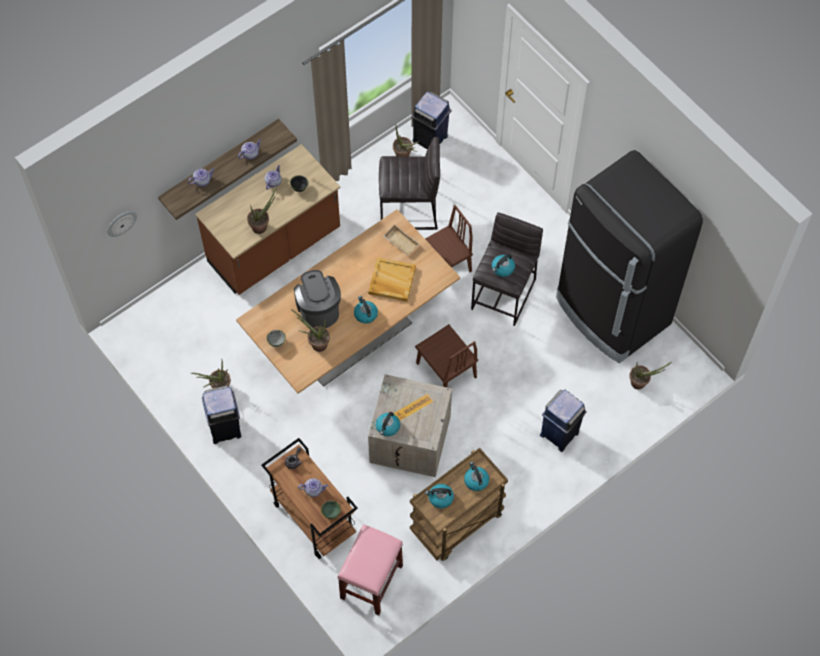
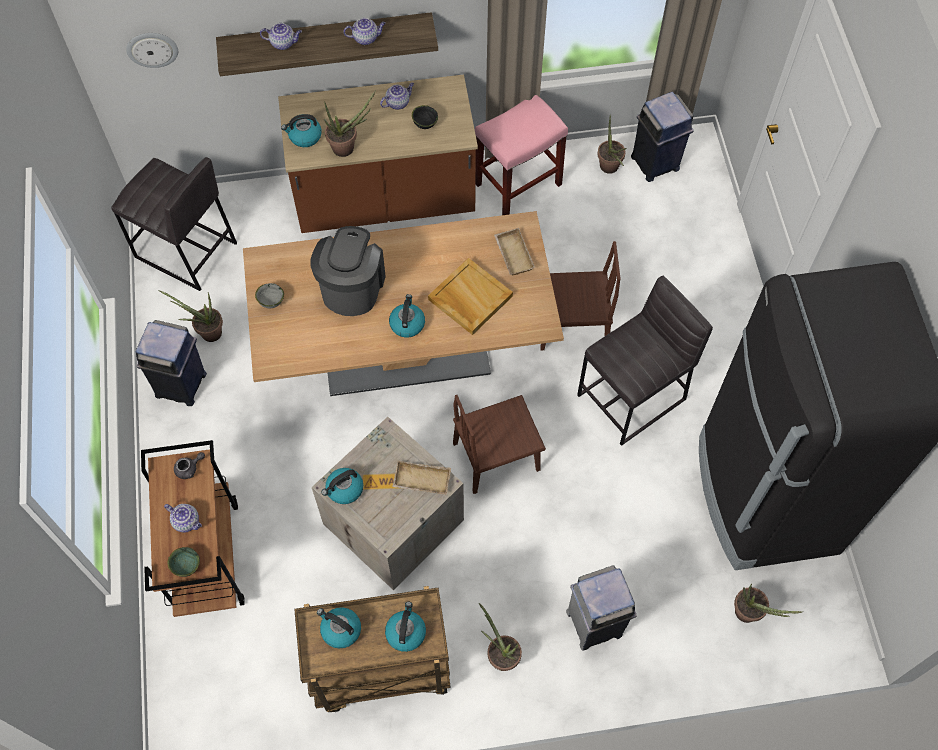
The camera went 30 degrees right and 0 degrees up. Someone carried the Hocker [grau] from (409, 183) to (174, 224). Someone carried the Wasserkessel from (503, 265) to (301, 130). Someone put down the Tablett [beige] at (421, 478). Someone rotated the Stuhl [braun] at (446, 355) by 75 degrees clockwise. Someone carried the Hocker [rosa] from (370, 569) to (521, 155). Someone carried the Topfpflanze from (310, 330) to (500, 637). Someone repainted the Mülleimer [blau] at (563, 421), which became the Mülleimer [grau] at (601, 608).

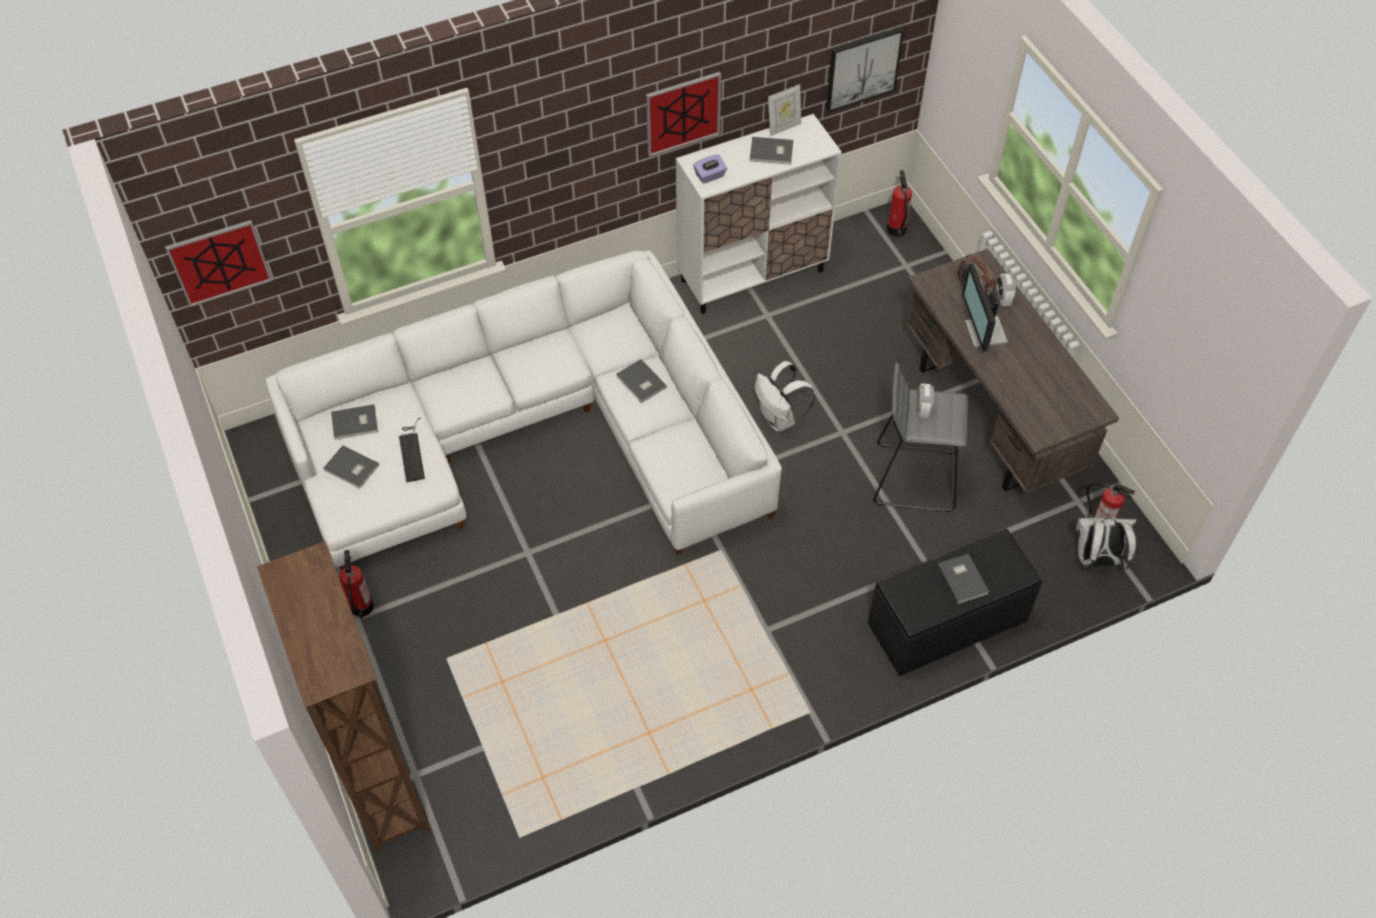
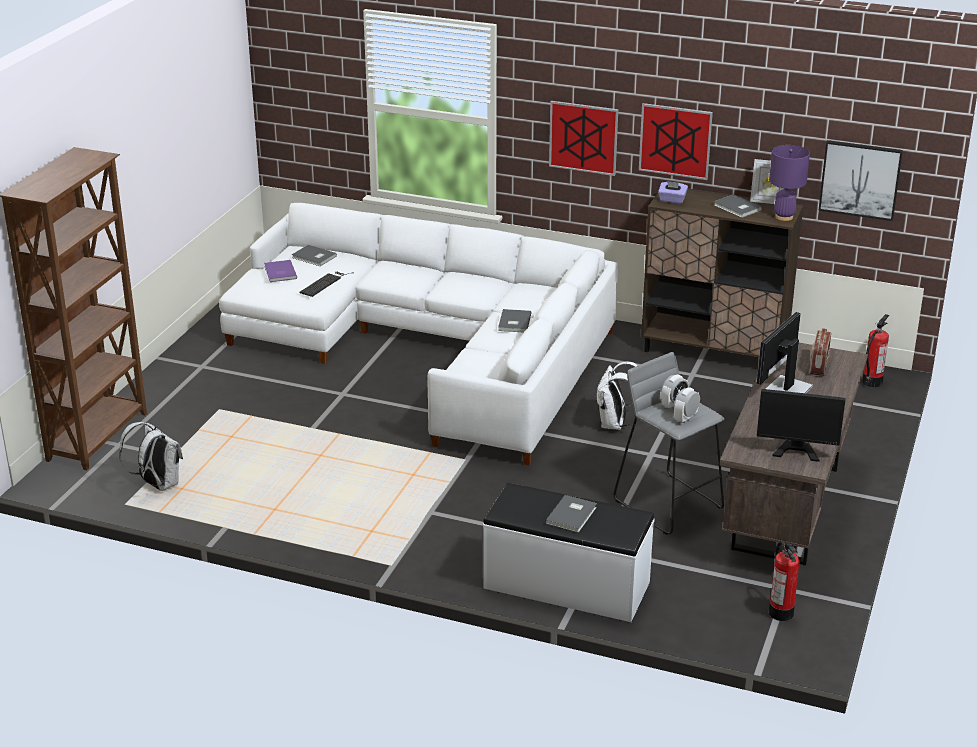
The camera went 45 degrees right and 25 degrees down. Someone carried the Rucksack [weiß] from (1106, 544) to (151, 456). Someone repainted the Buch [grau] at (351, 467), which became the Buch [lila] at (280, 271). Someone repainted the Bank [schwarz] at (955, 602), which became the Bank [weiß] at (569, 552). Someone carried the Bild from (218, 263) to (583, 138). Someone repainted the Schrank [weiß] at (759, 214), which became the Schrank [braun] at (722, 273). Someone carried the Wecker from (1006, 290) to (687, 405). Someone put down the Monitor at (801, 425). Someone put down the Tischlampe [lila] at (789, 183). Someone took away the Feuerlöscher at (356, 584).

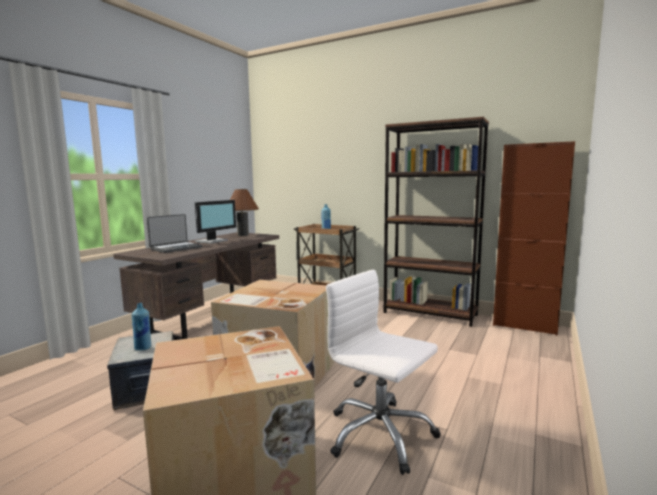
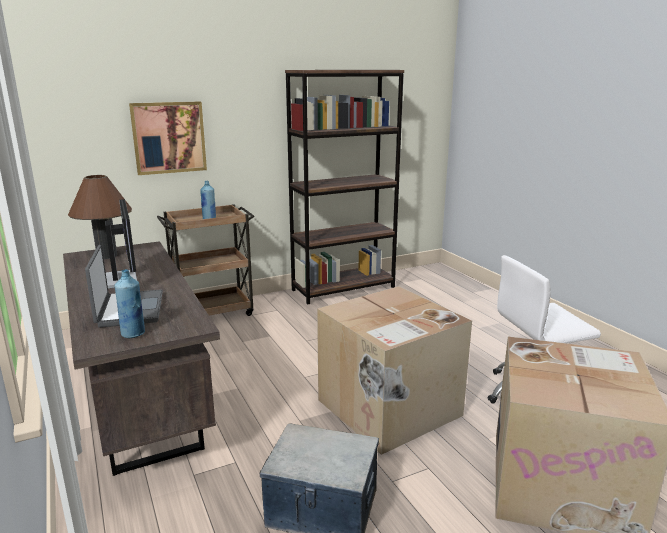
The camera went 55 degrees left and 10 degrees up. Someone carried the Flasche [blau] from (141, 327) to (130, 303). Someone put up the Bild at (168, 138). Someone took away the Schrank [braun] at (534, 238).

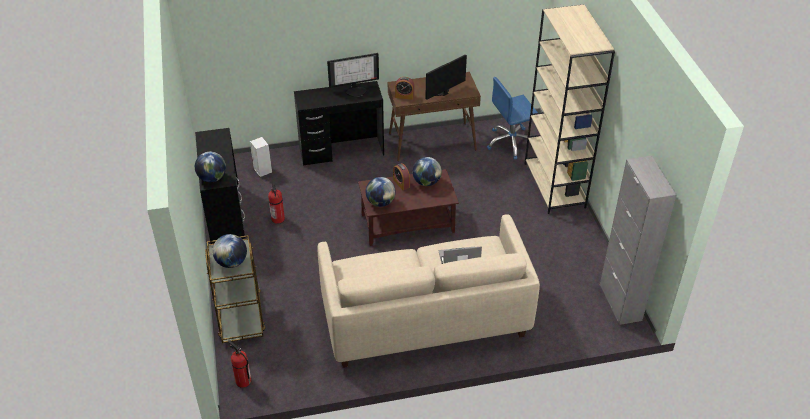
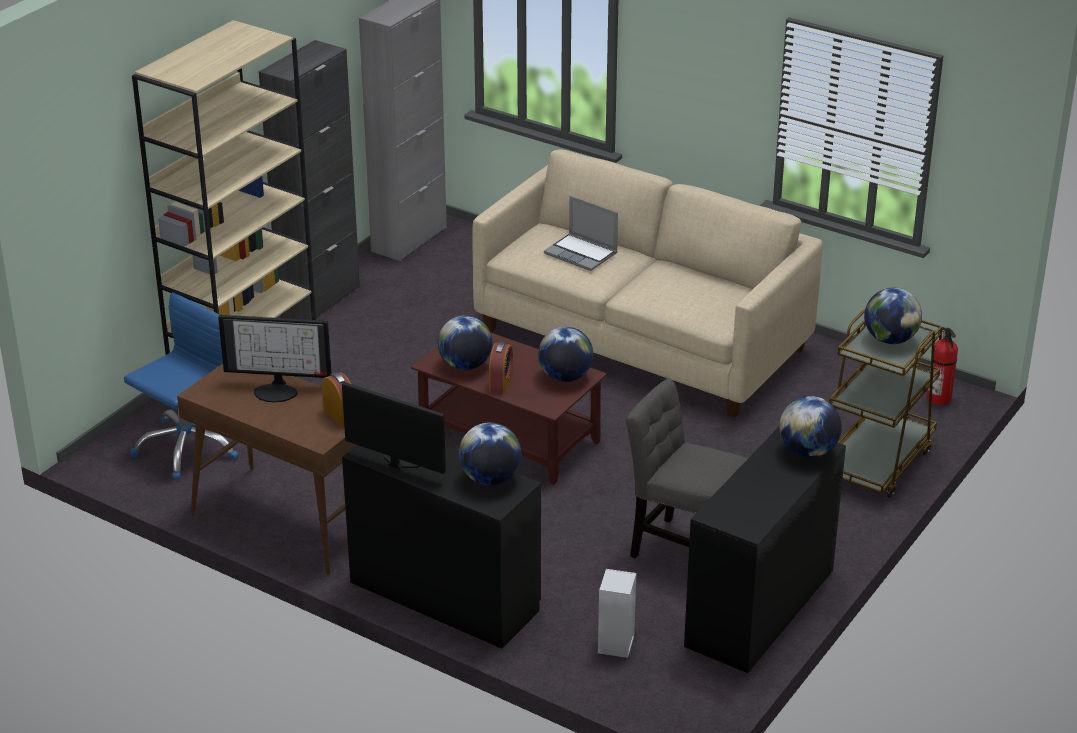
The camera went 135 degrees left and 10 degrees down. Someone rotated the Bürostuhl [blau] at (512, 118) by 75 degrees counterclockwise. Someone put down the Schrank [schwarz] at (309, 180). Someone put down the Globus at (490, 453). Someone swapped the Feuerlöscher at (276, 203) for the Stuhl [grau] at (686, 468).

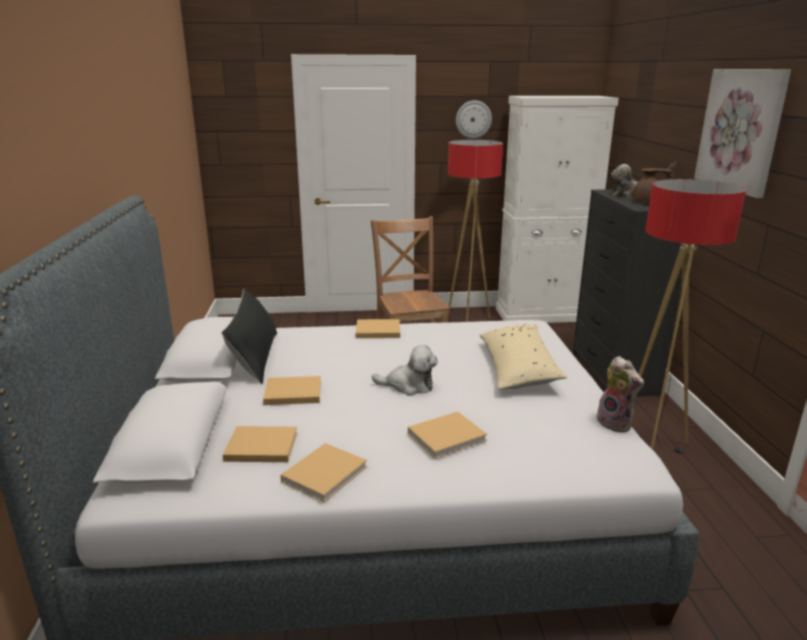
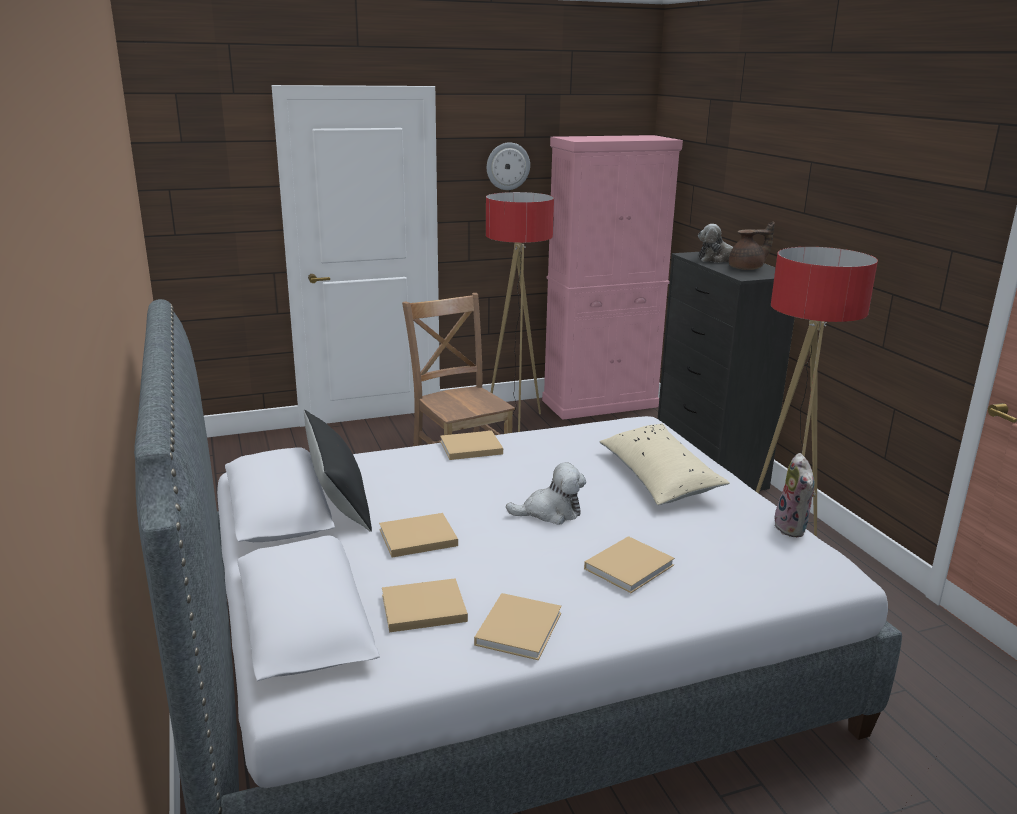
The camera went 15 degrees left and 0 degrees up. Someone repainted the Schrank [weiß] at (557, 209), which became the Schrank [rosa] at (612, 277). Someone rotated the Plüschtier at (620, 394) by 45 degrees clockwise. Someone took away the Bild at (742, 133).

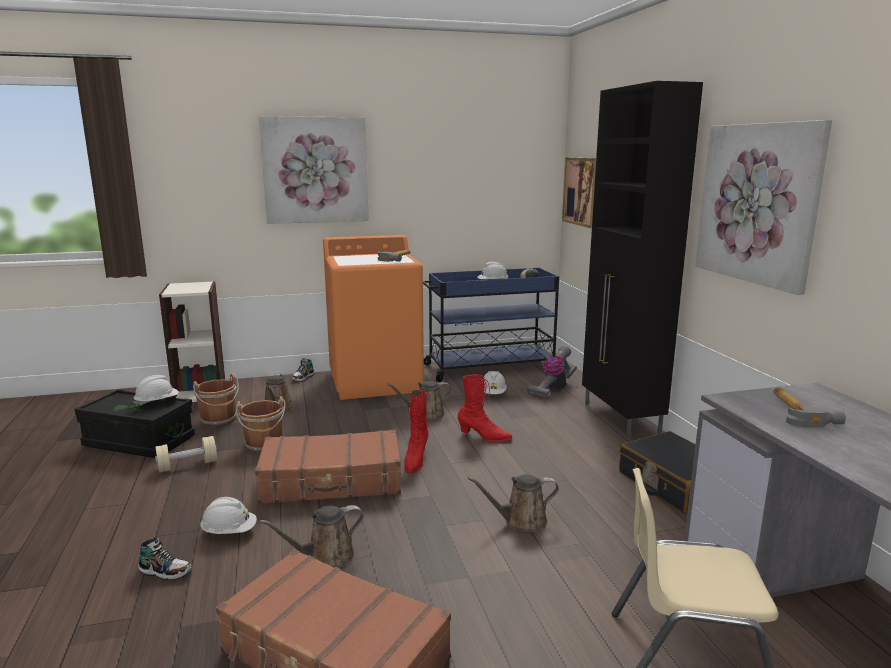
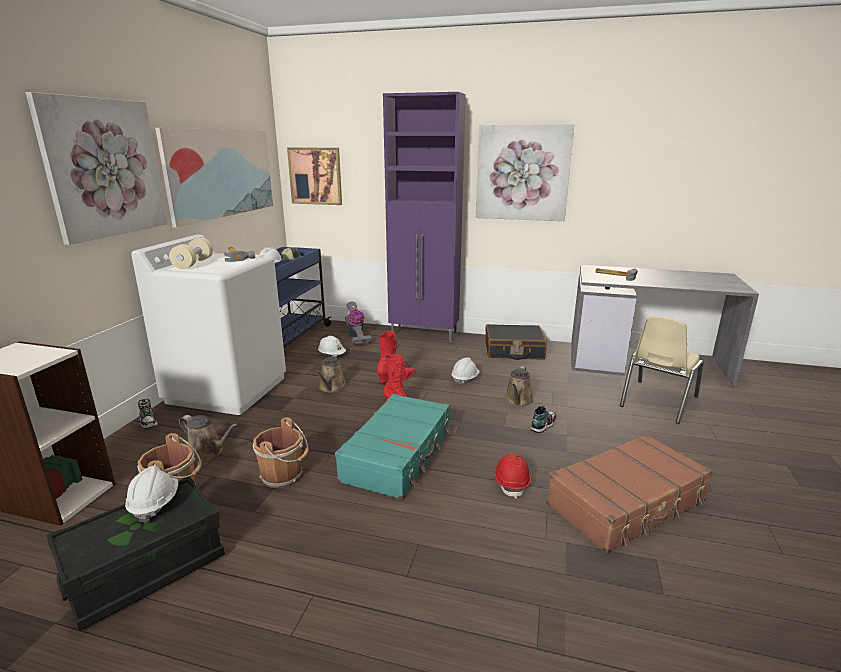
The camera went 60 degrees left and 5 degrees up. Someone repainted the Waschmaschine [orange] at (373, 317), which became the Waschmaschine [weiß] at (208, 325). Someone put up the Bild at (214, 178). Someone carried the Hantel [beige] from (186, 454) to (191, 253). Someone repainted the Koffer [braun] at (328, 467), which became the Koffer [türkis] at (393, 447). Someone repainted the Schrank [schwarz] at (642, 260), which became the Schrank [lila] at (424, 217). Someone carried the Schutzhelm [weiß] from (228, 515) to (465, 371). Someone swapped the Gießkanne [braun] at (312, 536) for the Schutzhelm [rot] at (512, 476). Someone carried the Schuh from (164, 558) to (543, 419).

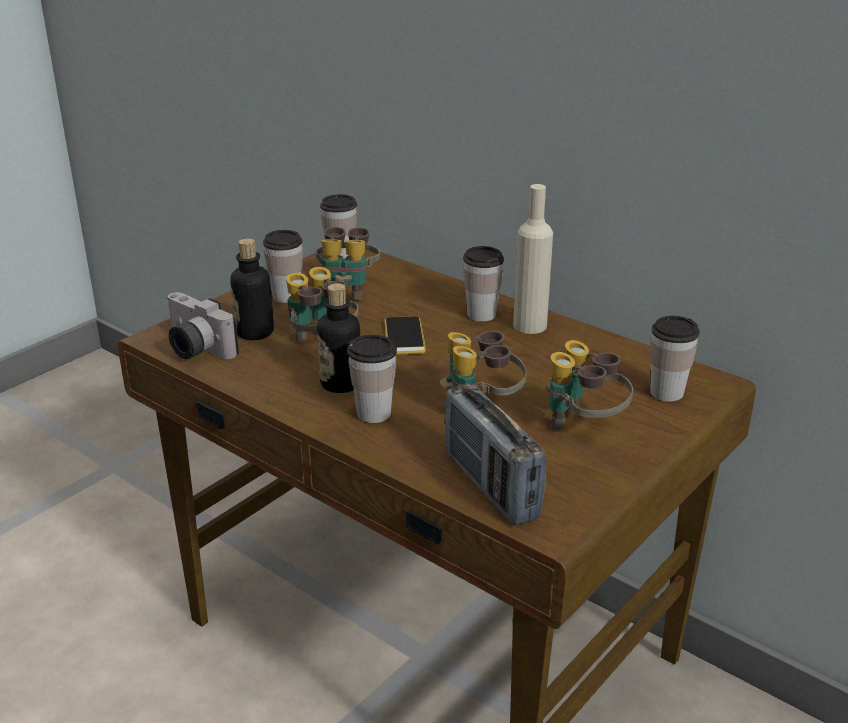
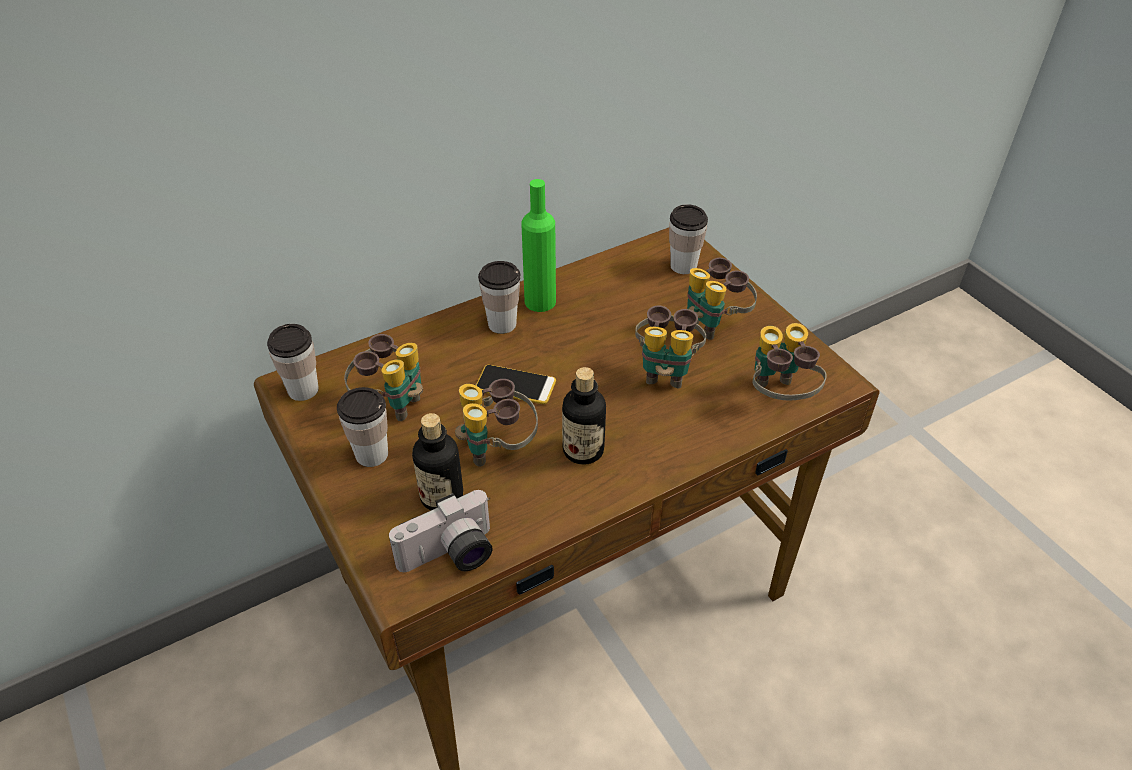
The camera went 70 degrees left and 15 degrees up. Someone repainted the Flasche [beige] at (533, 259), which became the Flasche [grün] at (538, 245). Someone swapped the Radio at (495, 454) for the Fernglas at (790, 361). Someone took away the Tasse at (372, 379).

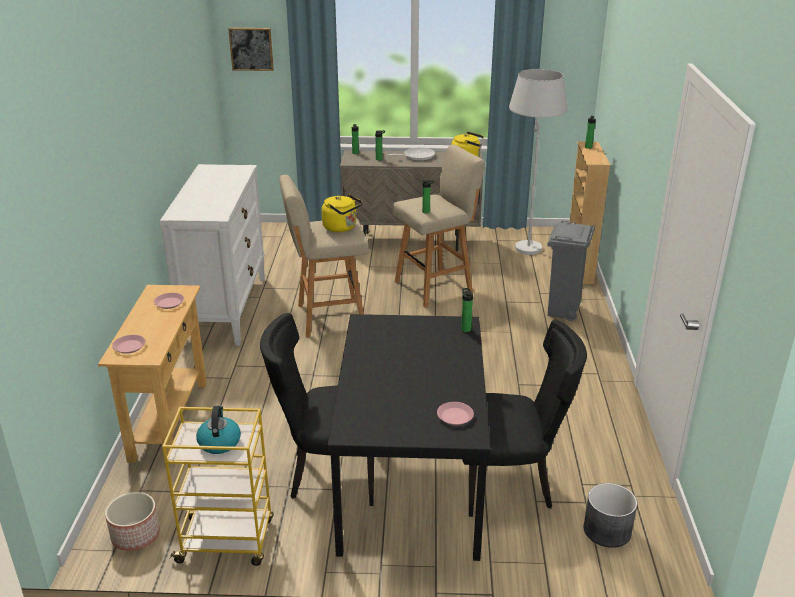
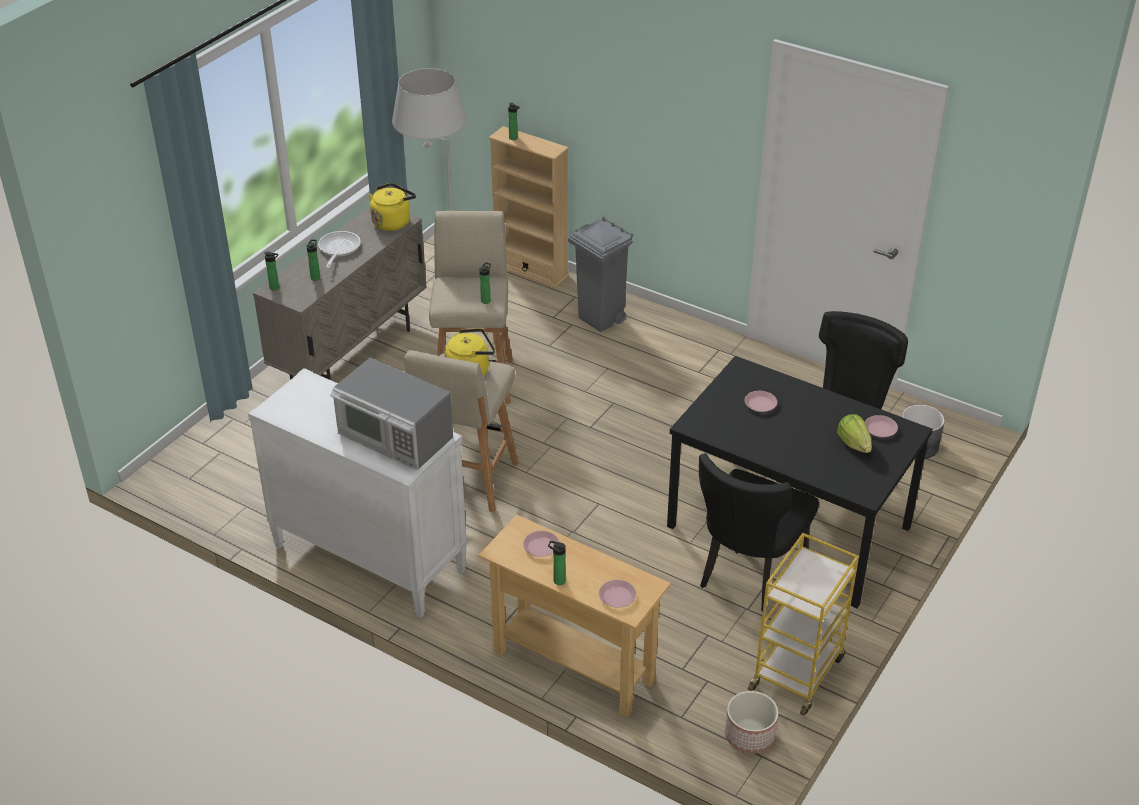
The camera went 60 degrees left and 10 degrees up. Someone put down the Mikrowelle at (391, 414). Someone carried the Flasche from (467, 310) to (557, 563). Someone put down the Teller [rosa] at (761, 401). Someone put down the Salatkopf at (854, 433). Someone took away the Wasserkessel at (218, 430). Someone took away the Bild at (251, 49).

